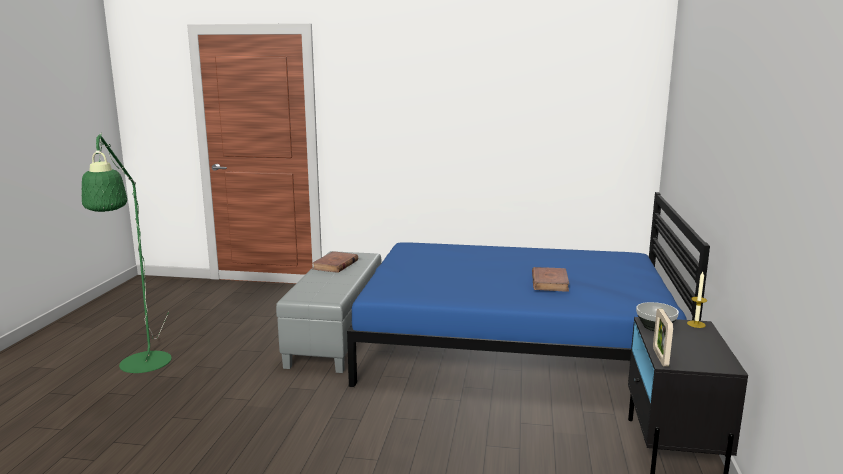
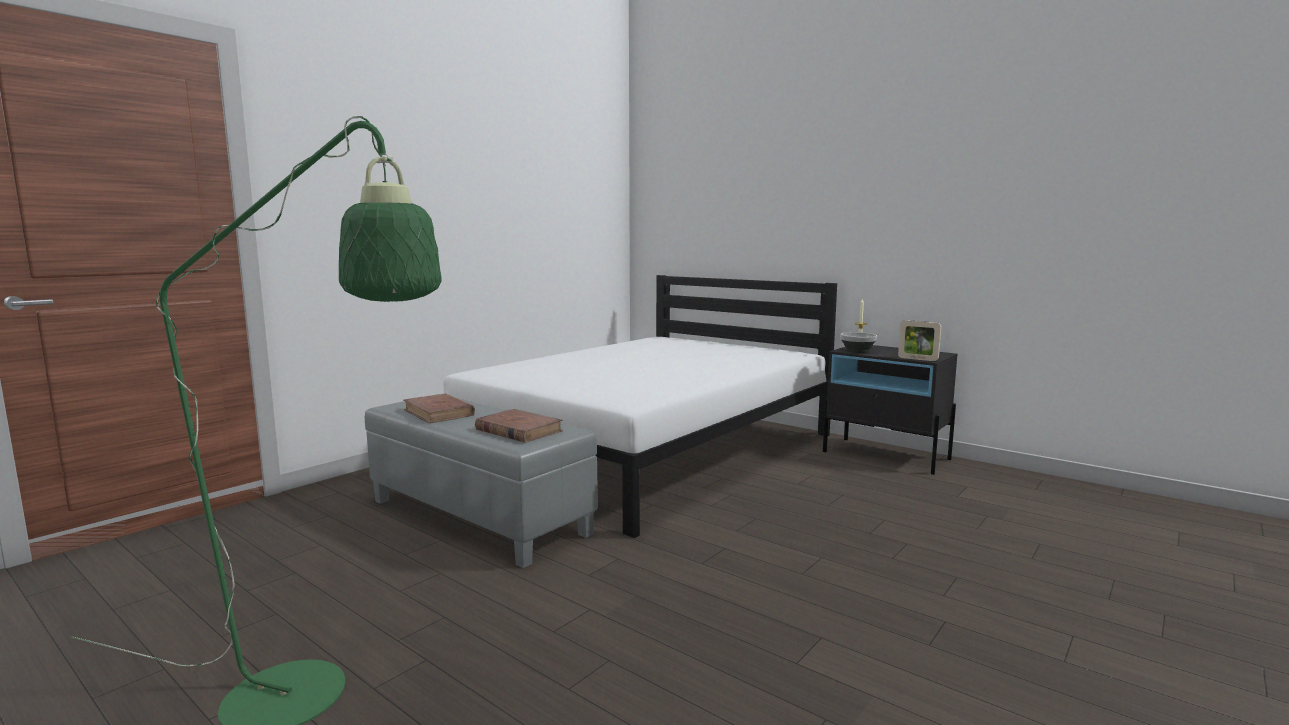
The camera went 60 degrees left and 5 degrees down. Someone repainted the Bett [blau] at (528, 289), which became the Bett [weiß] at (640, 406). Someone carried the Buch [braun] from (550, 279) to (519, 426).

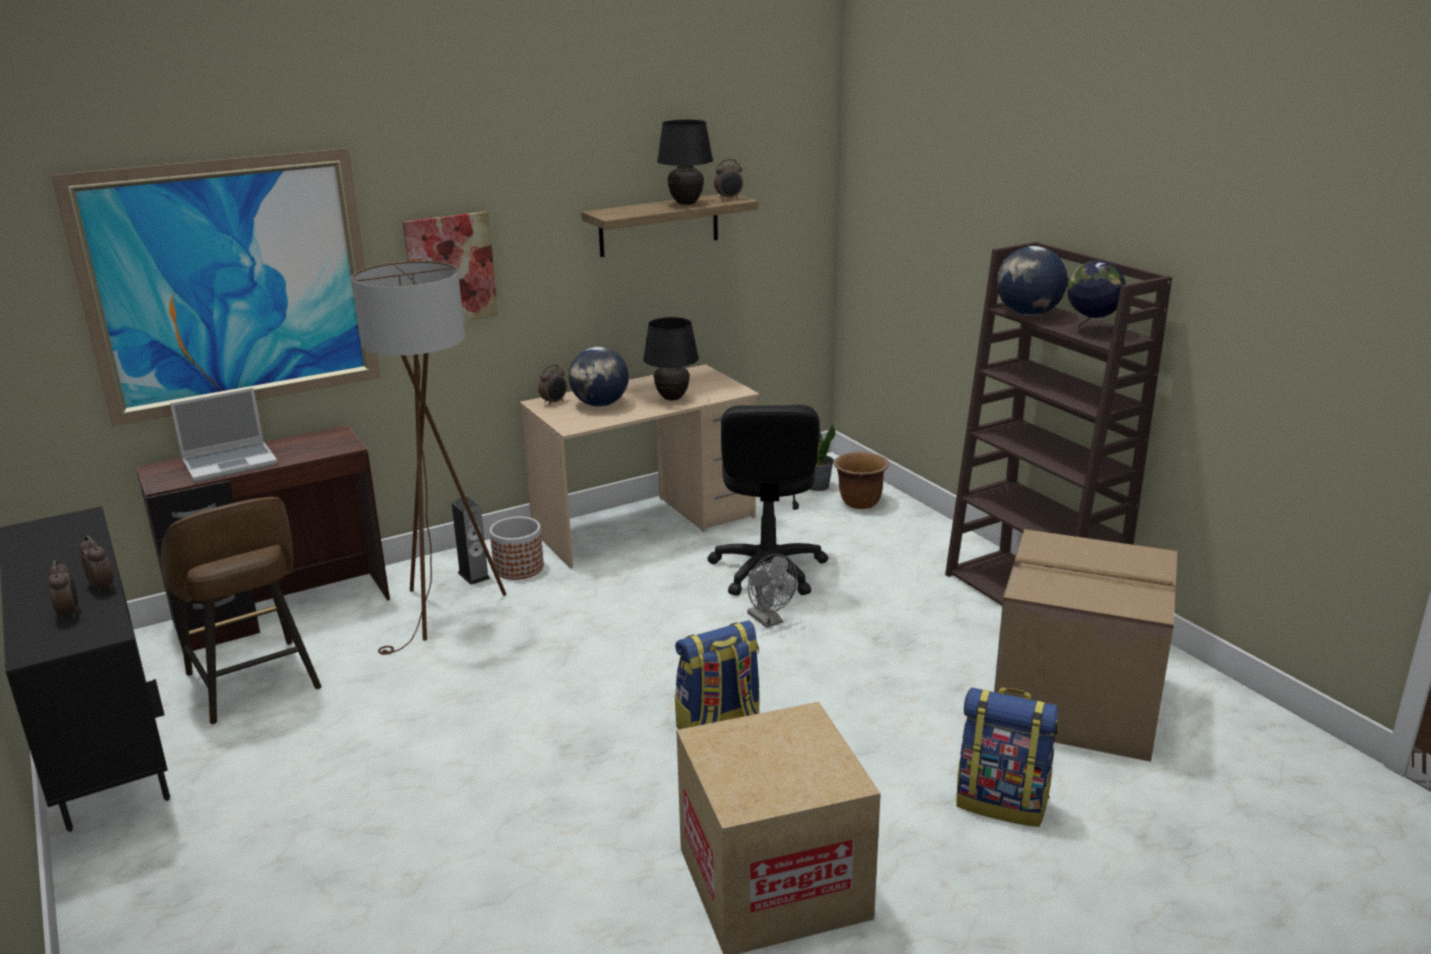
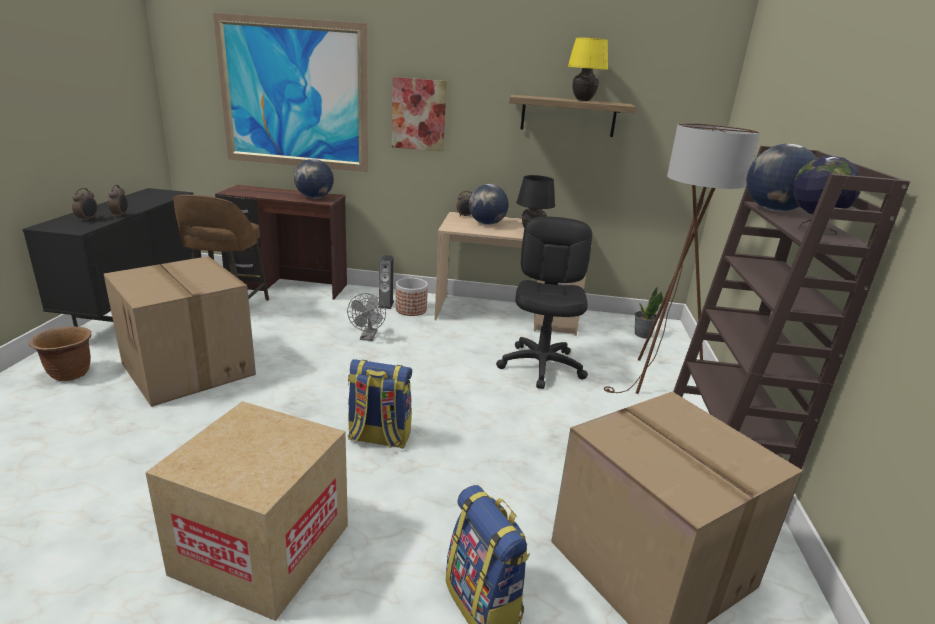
The camera went 35 degrees right and 0 degrees up. Someone carried the Pflanzkübel [braun] from (861, 480) to (59, 354). Someone put down the Karton at (180, 331). Someone put down the Globus at (314, 178). Someone carried the Ventilator [grau] from (772, 591) to (366, 317). Someone rotated the Bürostuhl [schwarz] at (767, 500) by 150 degrees clockwise. Someone repainted the Tischlampe [schwarz] at (685, 162), which became the Tischlampe [gelb] at (587, 69). Someone carried the Stehlampe [braun] from (429, 458) to (682, 258). Someone took away the Laptop at (223, 435). Someone took away the Wecker at (728, 179).

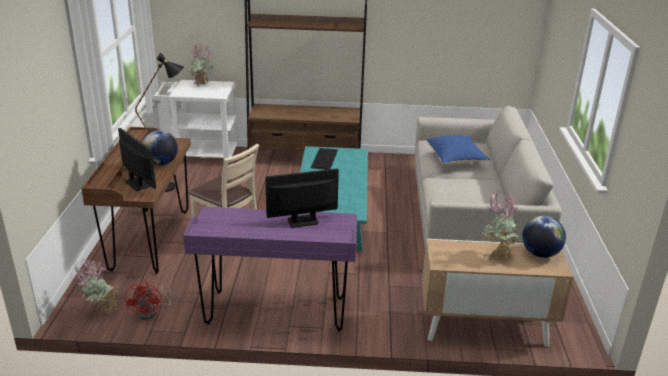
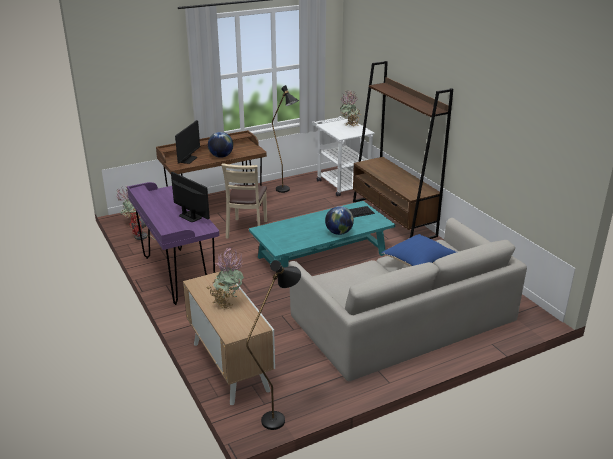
The camera went 60 degrees right and 0 degrees up. Someone put down the Stehlampe [schwarz] at (273, 345). Someone carried the Globus from (544, 237) to (339, 220).

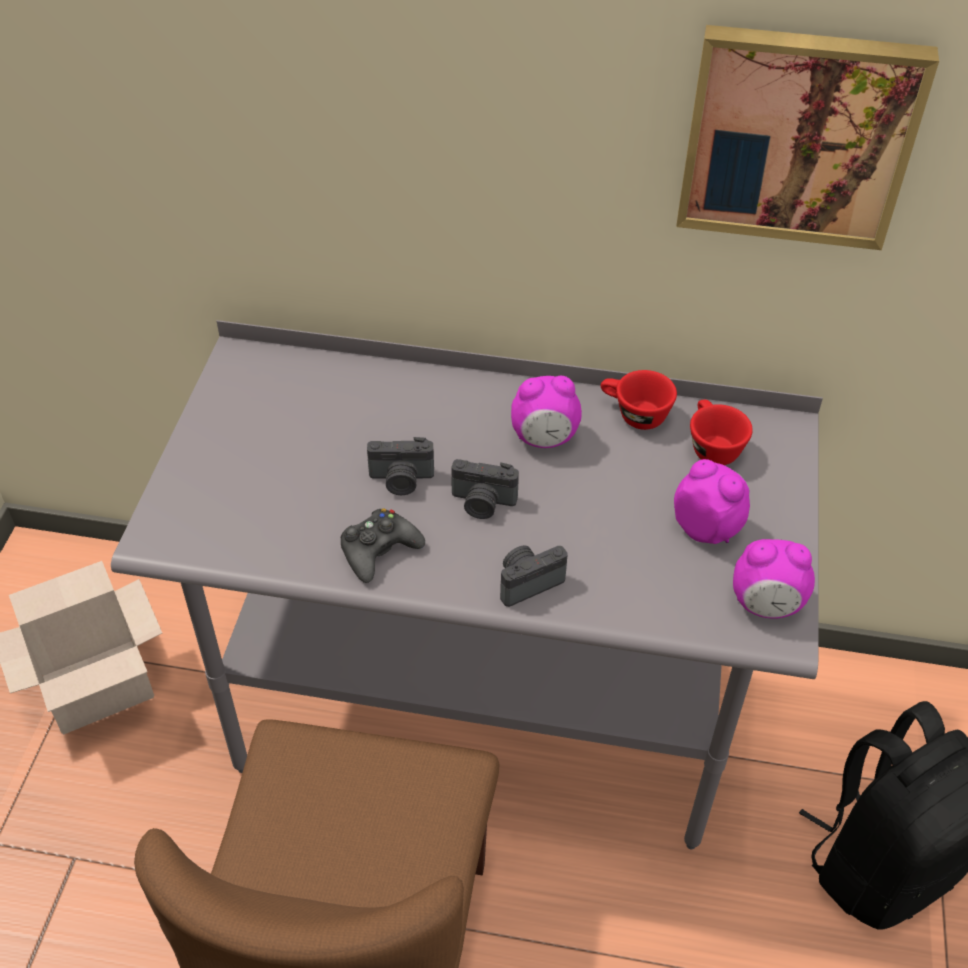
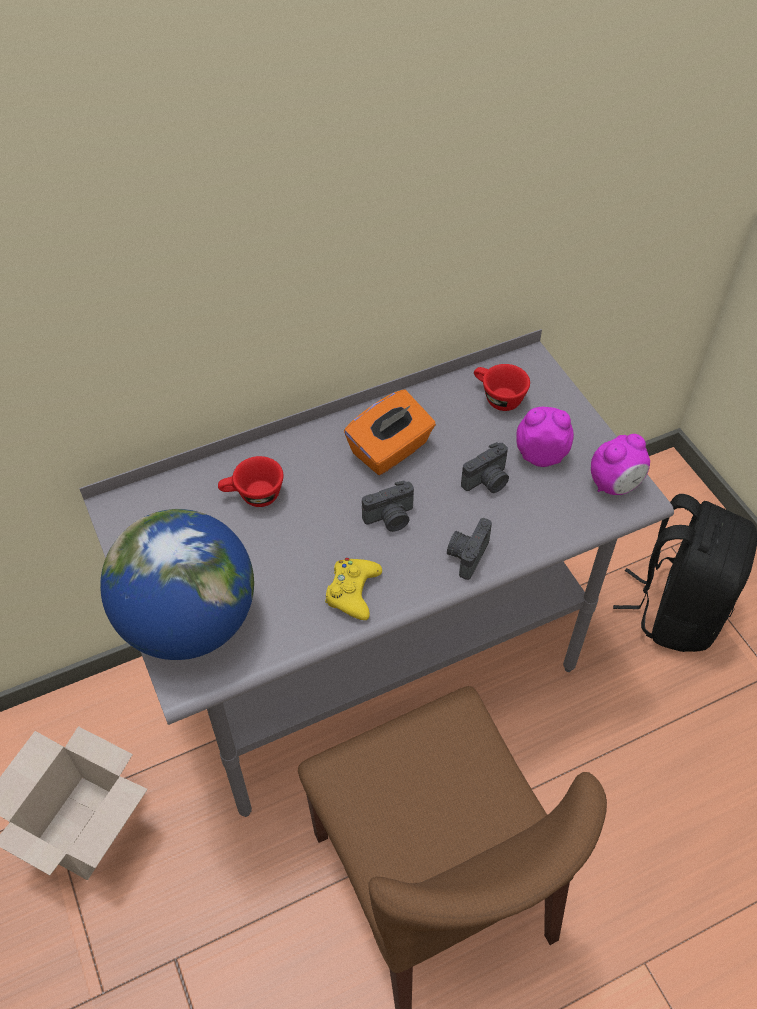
The camera went 35 degrees left and 5 degrees up. Someone put down the Globus at (177, 584). Someone carried the Tasse [rot] from (639, 400) to (250, 481). Someone repainted the Gamepad [schwarz] at (383, 545), which became the Gamepad [gelb] at (353, 589). Someone swapped the Wecker at (546, 412) for the Taschentuchbox [orange] at (390, 432). Someone carried the Kamera from (400, 466) to (485, 467). Someone took away the Bild at (807, 137).

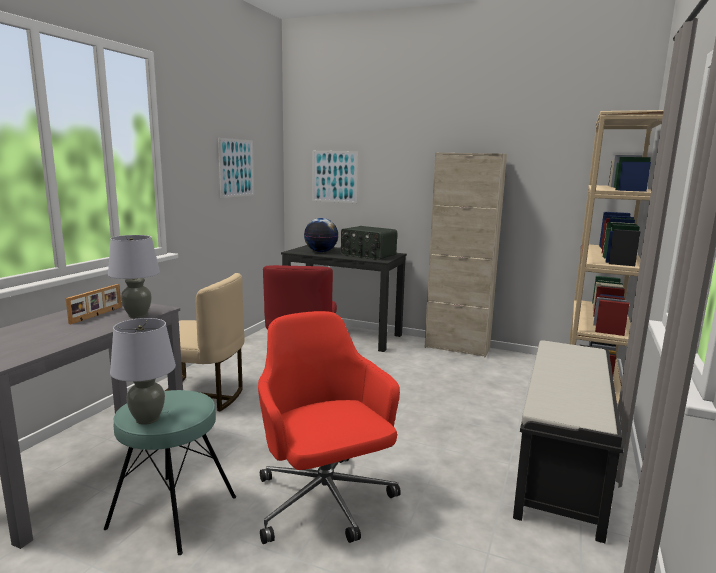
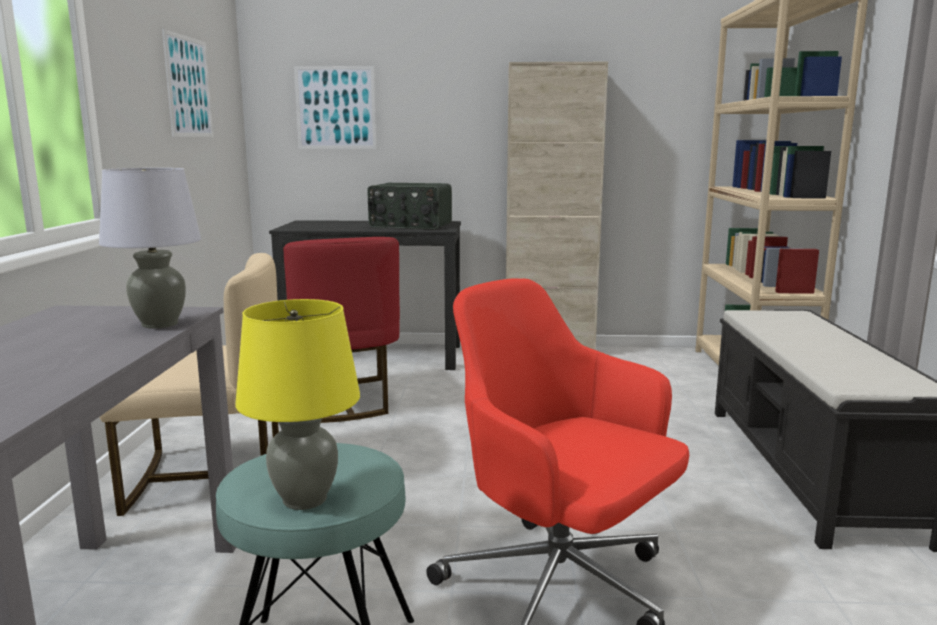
The camera went 20 degrees left and 0 degrees up. Someone repainted the Tischlampe [grau] at (143, 371), which became the Tischlampe [gelb] at (297, 404). Someone took away the Bilderrahmen at (93, 304). Someone took away the Globus at (321, 235).

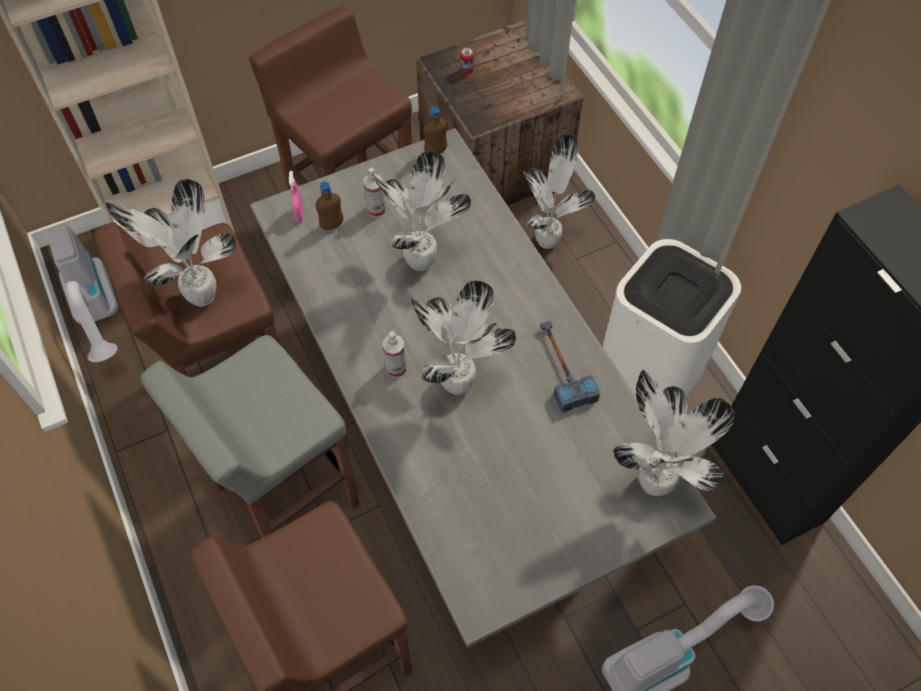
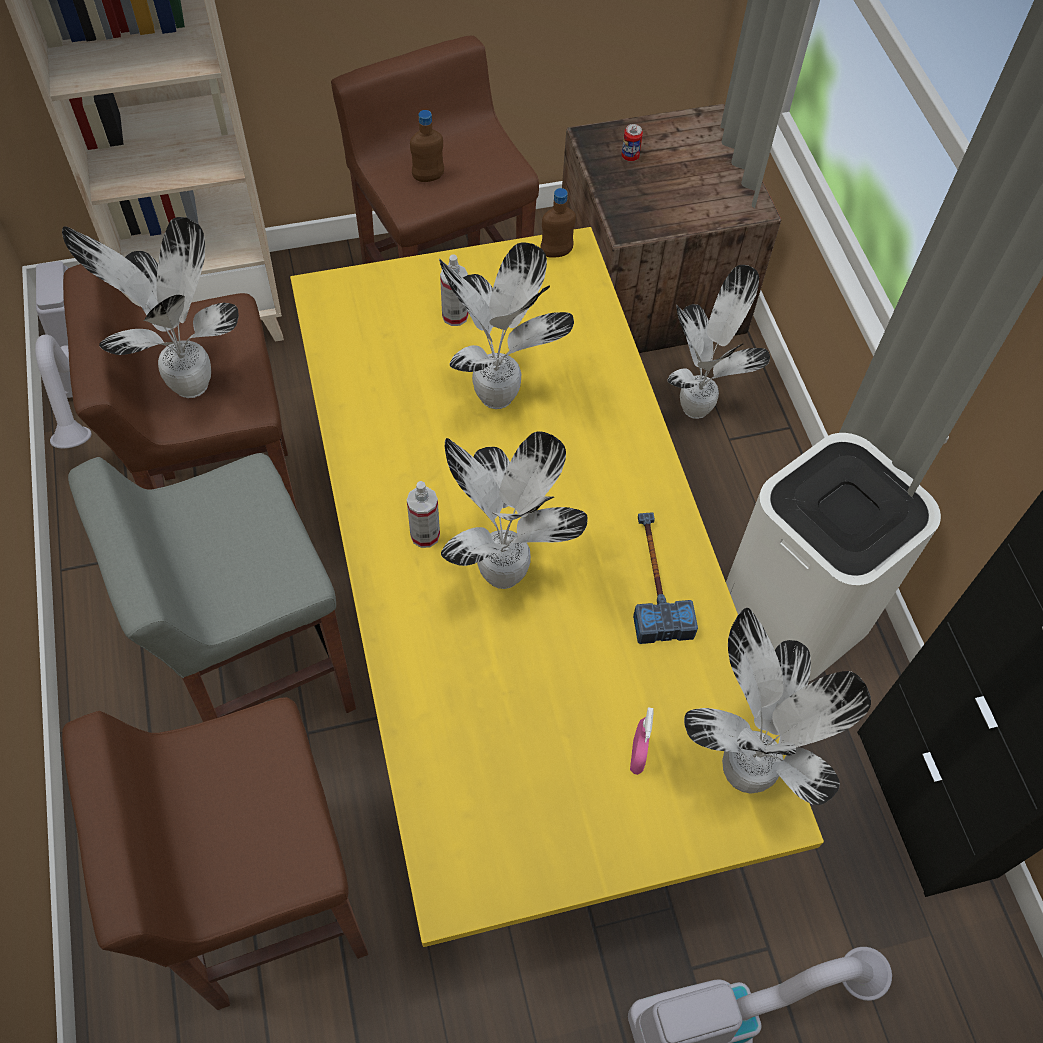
The camera went 10 degrees right and 0 degrees up. Someone repainted the Esstisch [grau] at (483, 388), which became the Esstisch [gelb] at (557, 587). Someone carried the Flasche [braun] from (329, 205) to (427, 146). Someone carried the Sprühflasche [rosa] from (296, 197) to (642, 741).

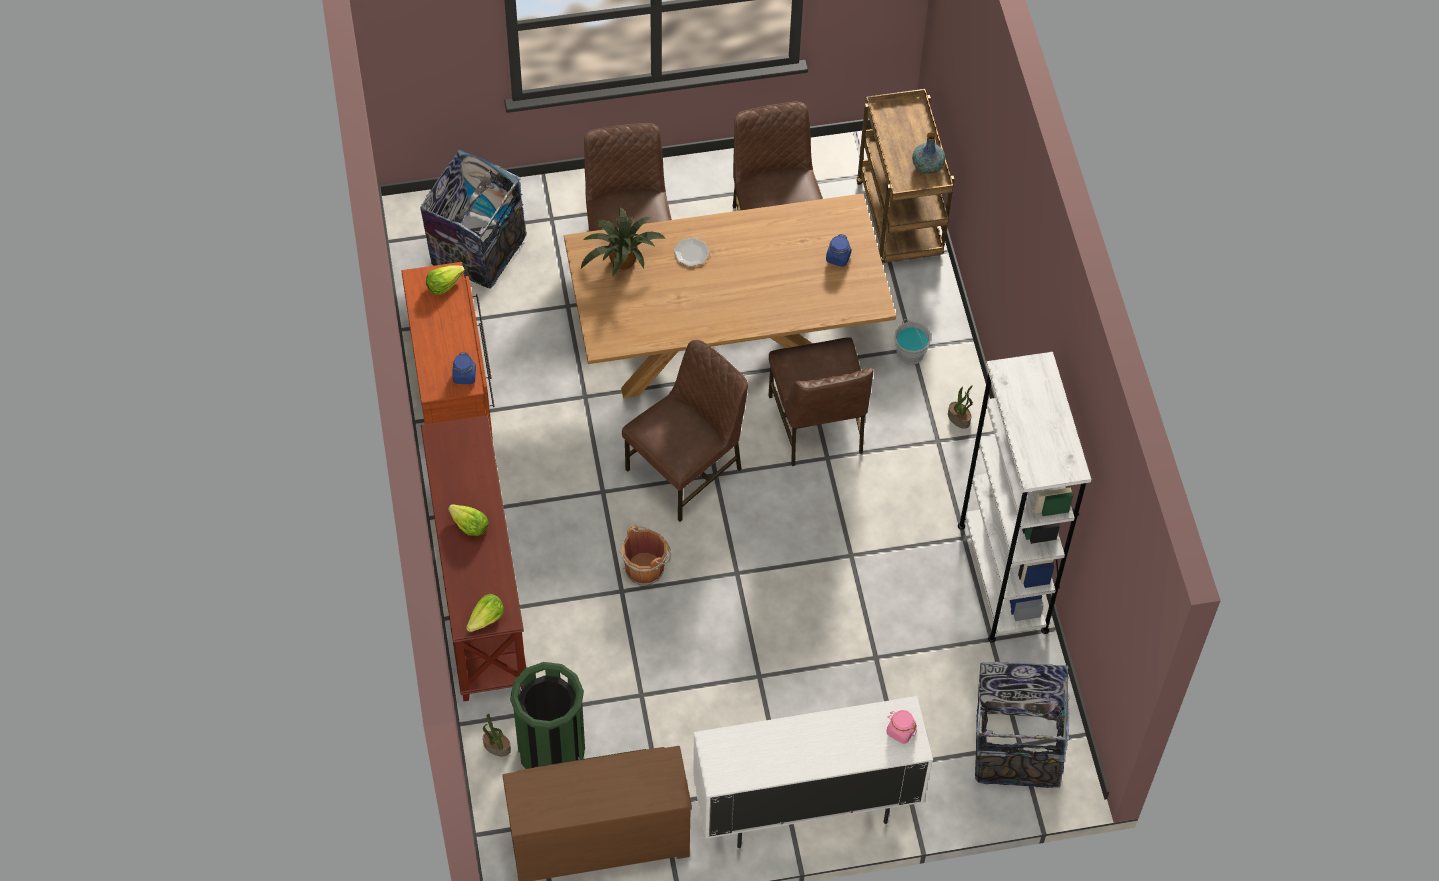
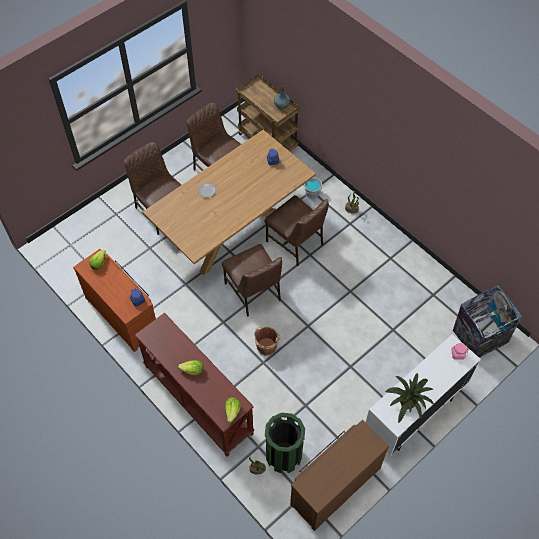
The camera went 30 degrees left and 0 degrees up. Someone rotated the Stuhl [braun] at (685, 431) by 135 degrees clockwise. Someone carried the Topfpflanze from (623, 242) to (409, 398). Someone took away the Mülleimer at (473, 219). Someone took away the Bücherregal [weiß] at (1025, 497).

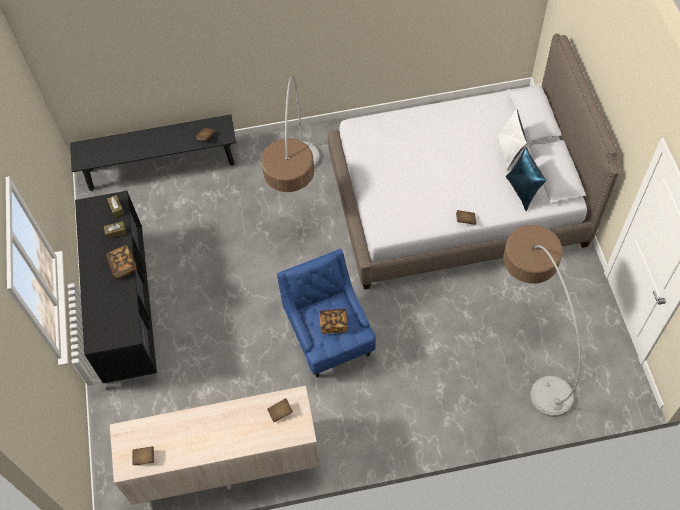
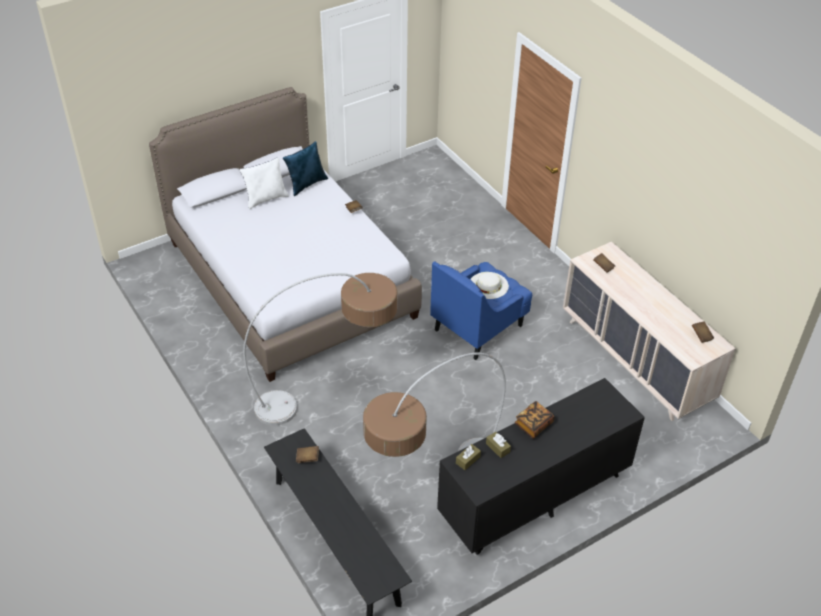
The camera went 115 degrees left and 15 degrees down. Someone carried the Stehlampe from (542, 321) to (434, 405). Someone swapped the Buch at (333, 321) for the Hut [weiß] at (489, 285).

